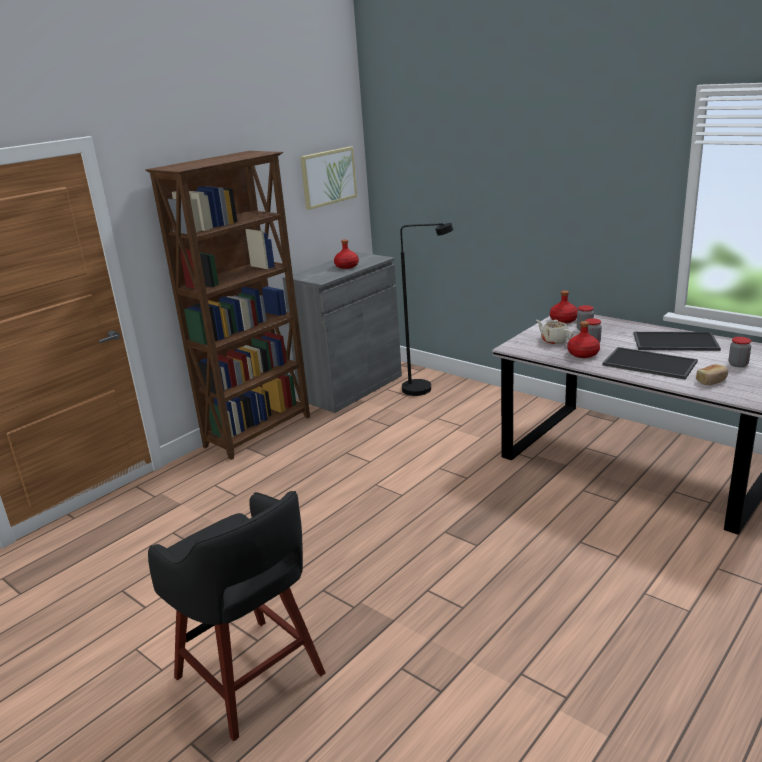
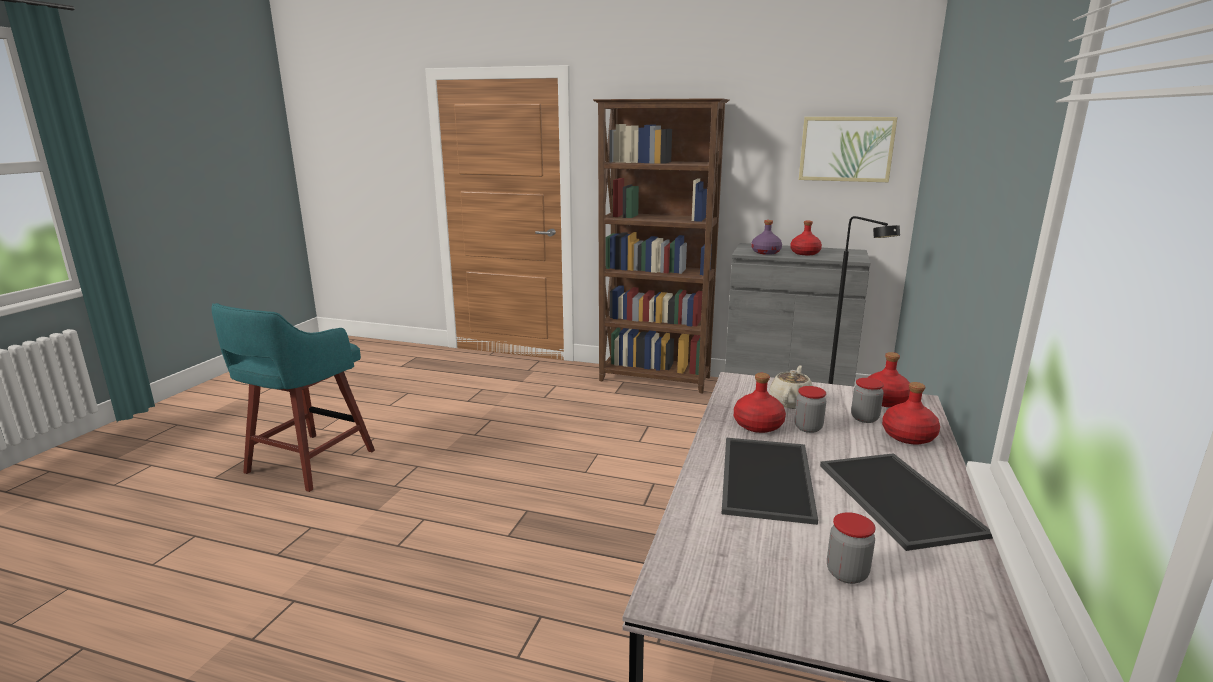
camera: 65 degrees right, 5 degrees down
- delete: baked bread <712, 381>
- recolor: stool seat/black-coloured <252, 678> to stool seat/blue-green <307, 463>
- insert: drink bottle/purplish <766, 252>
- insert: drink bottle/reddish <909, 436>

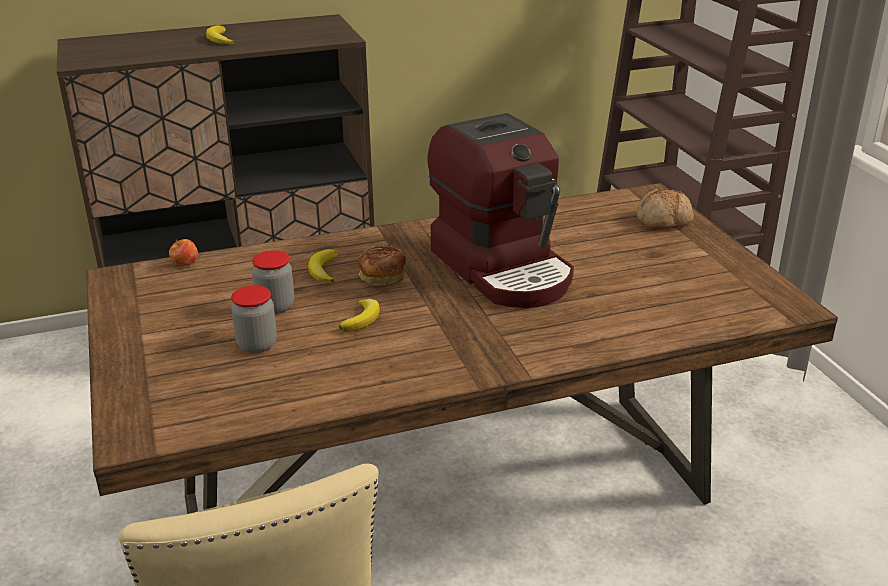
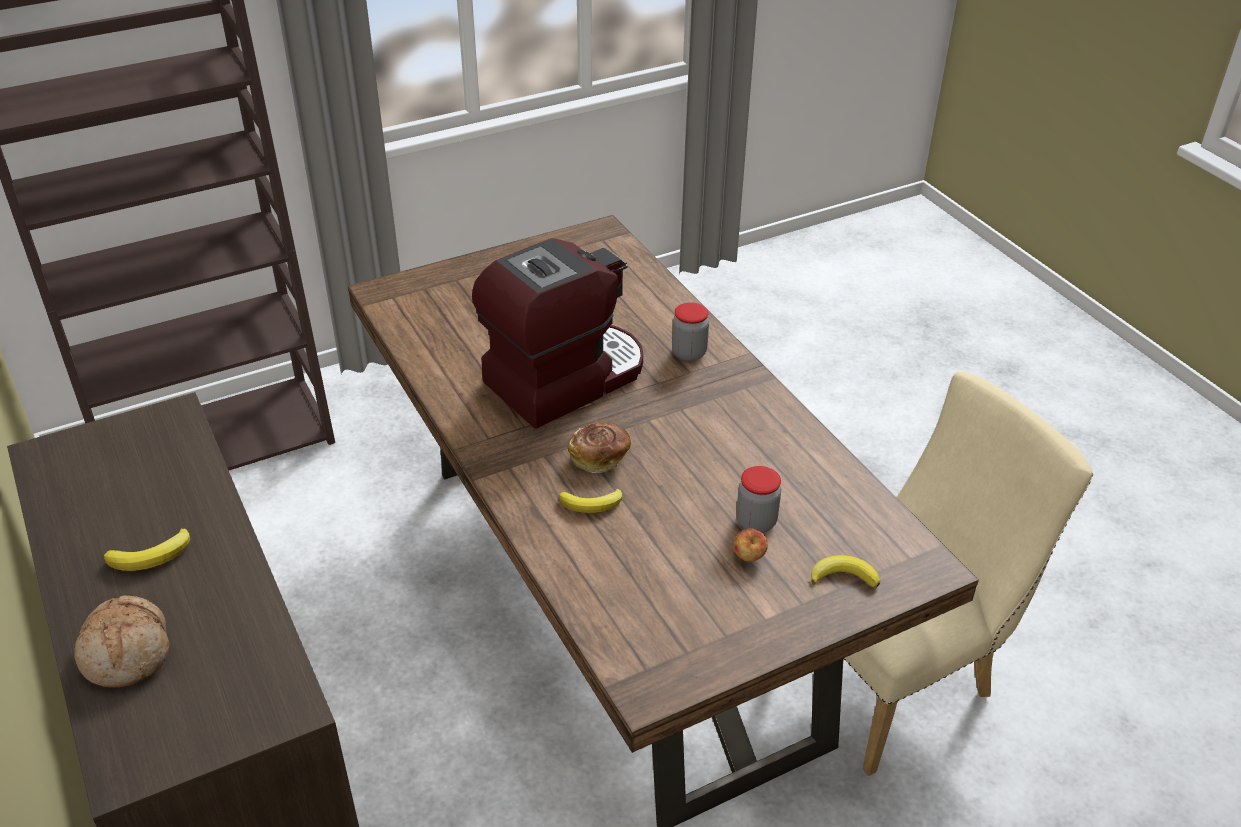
camera: 100 degrees left, 10 degrees up
- move: baked bread <664, 221> to <128, 652>
- move: whole apple <185, 264> to <749, 556>
- move: jar <276, 306> to <689, 353>
- move: banana <362, 318> to <843, 576>

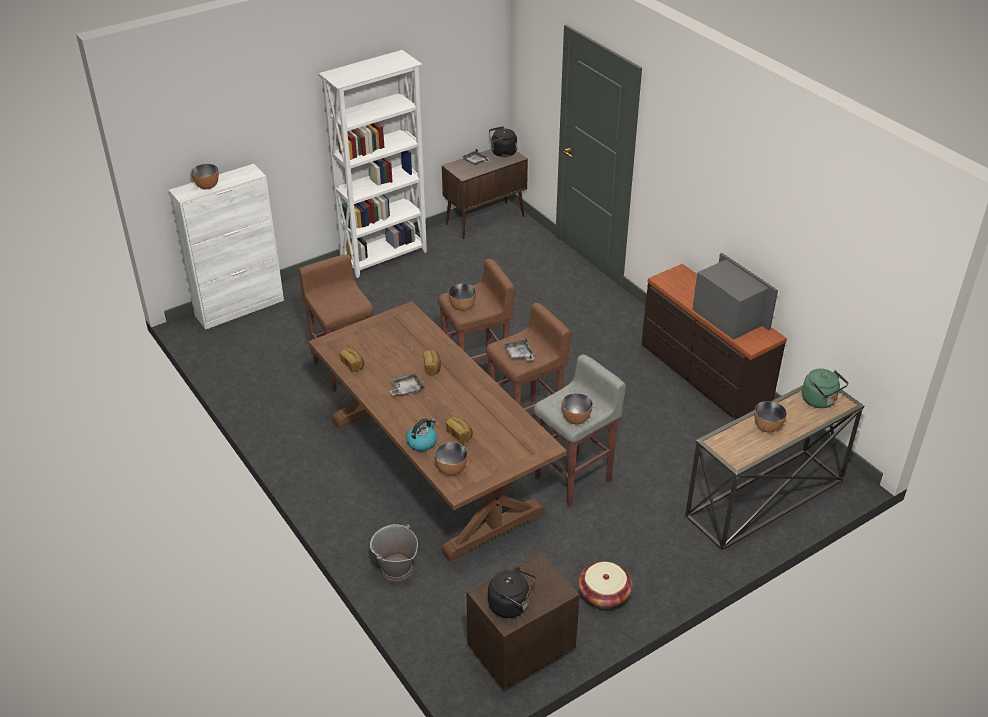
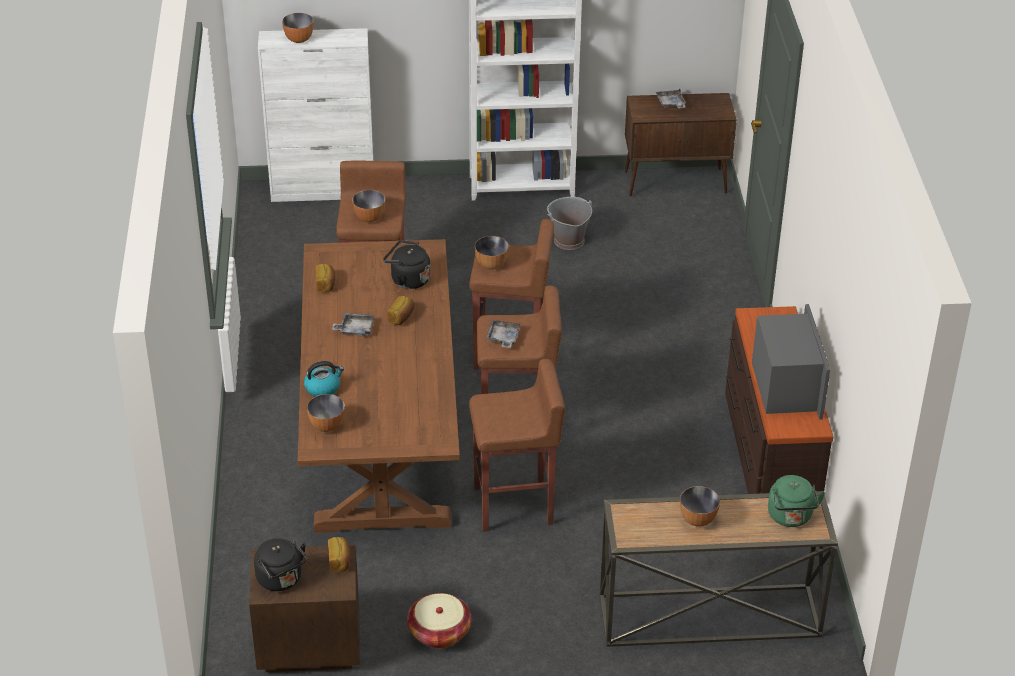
camera: 30 degrees right, 0 degrees up
- move: kettle/black-coloured <502, 153> to <408, 280>
- recolor: stool seat/gray <574, 479> to stool seat/brownish <515, 506>
- move: serving bowl <576, 419> to <369, 218>
- move: baked bread <459, 434> to <340, 561>
- move: bucket/gray <396, 569> to <568, 241>

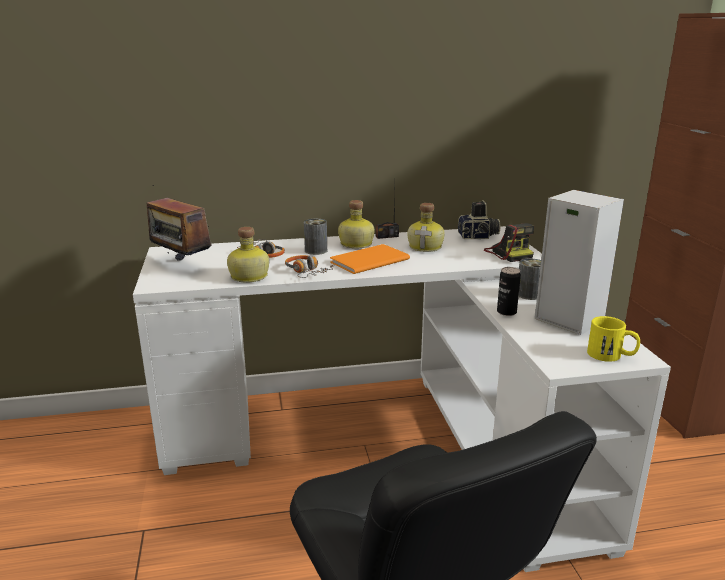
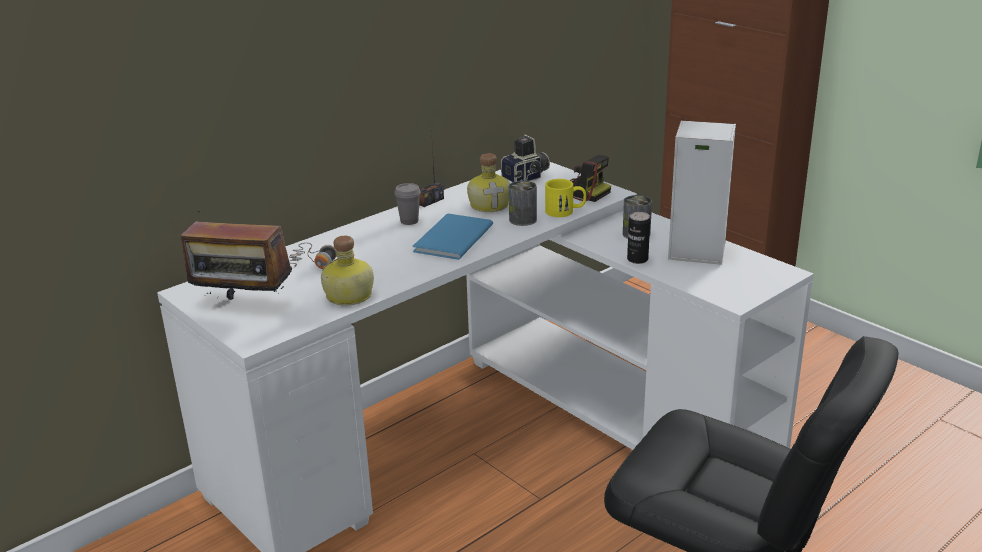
camera: 30 degrees left, 5 degrees up
- replace: drink bottle <355, 244> to cup/gray <409, 221>
- move: can <316, 250> to <523, 220>
- recolor: bound book/orange-coloured <367, 260> to bound book/blue-coloured <450, 239>
- delete: headphones <307, 272>
- move: tea mug/yellow-coloured <611, 355> to <565, 211>

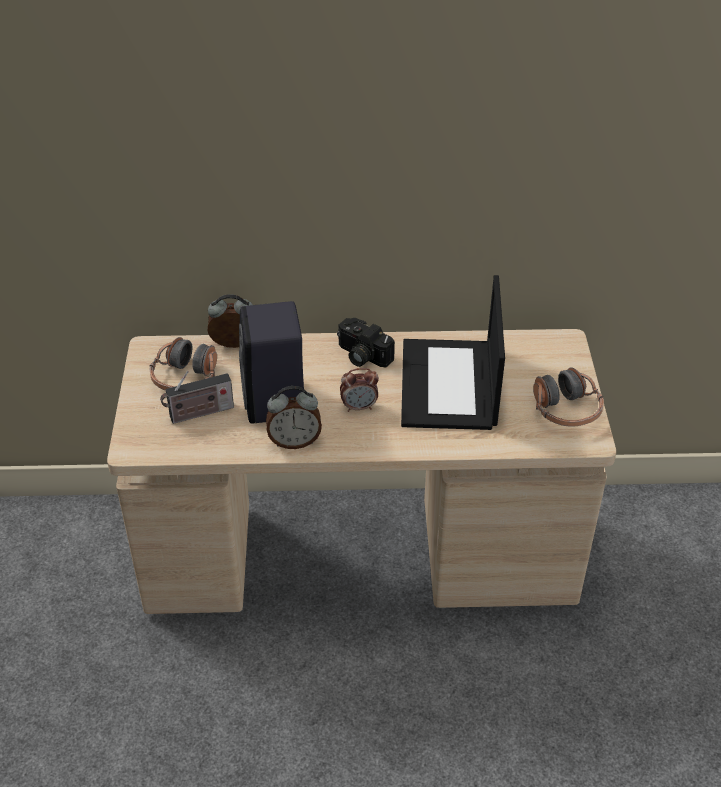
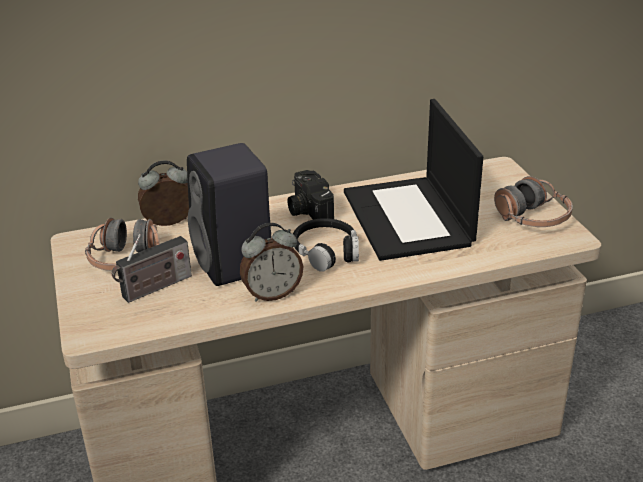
camera: 15 degrees left, 10 degrees down
- rotate: photo camera <361, 356> = <307, 210> 45 degrees clockwise
- replace: alarm clock <359, 407> to headphones/black-coloured <326, 252>

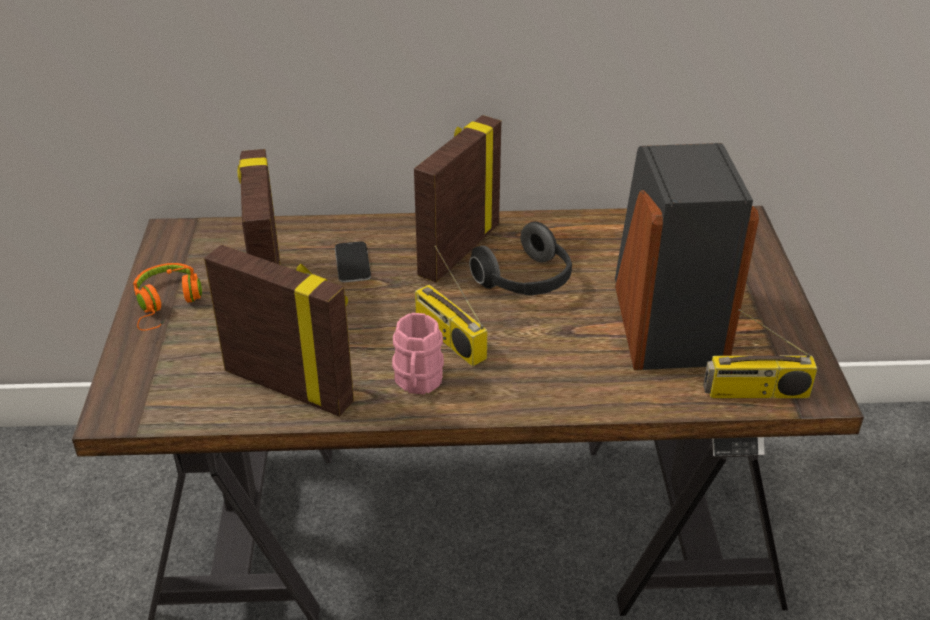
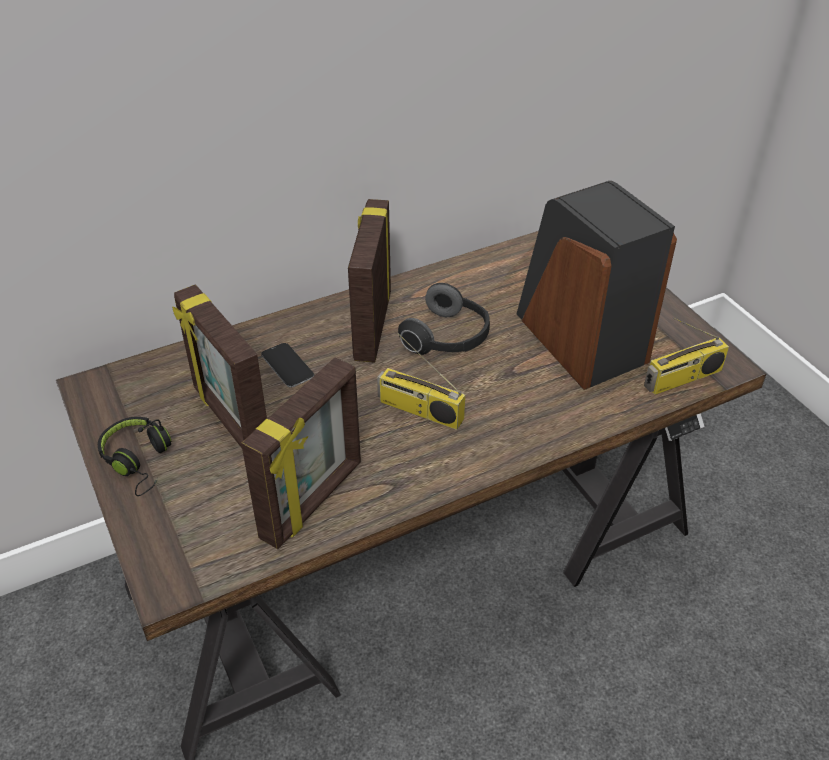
camera: 25 degrees left, 5 degrees up
- rotate: picture frame <290, 386> = <313, 501> 120 degrees clockwise
- recolor: headphones/orange-coloured <167, 304> to headphones/black-coloured <139, 461>
- delete: tea mug/pinkish <417, 382>

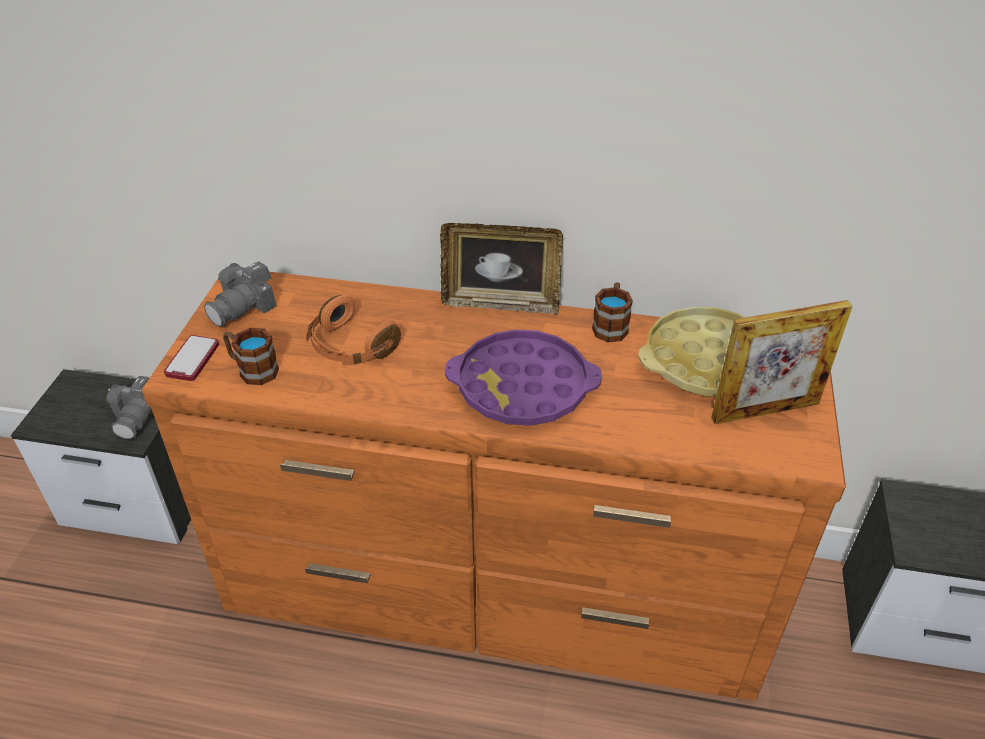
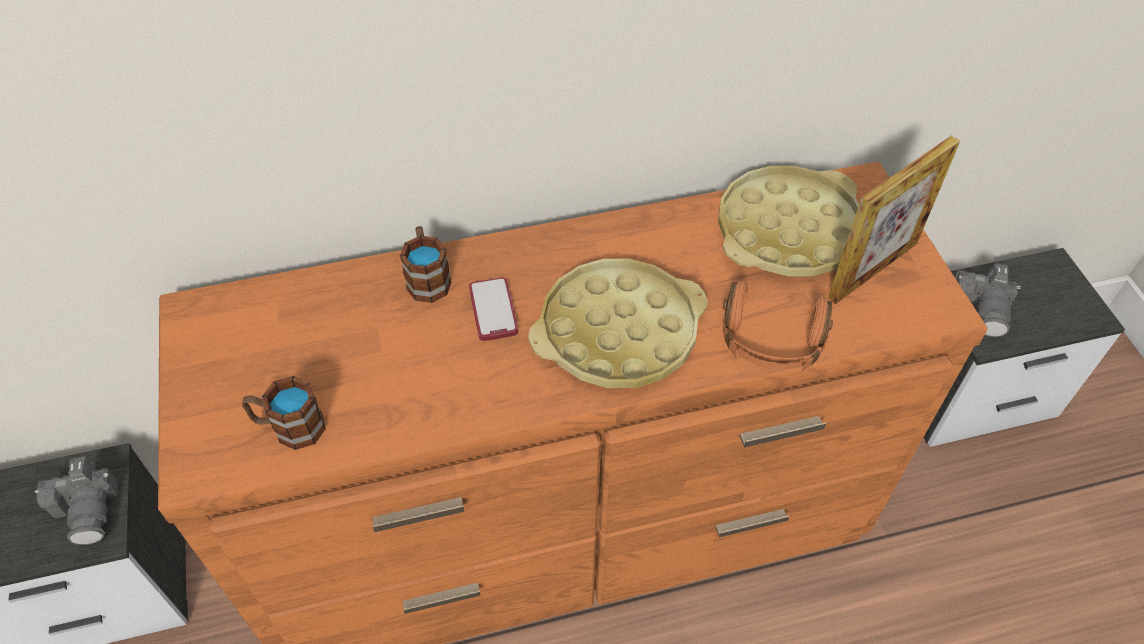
camera: 25 degrees left, 10 degrees up
- delete: picture frame <500, 303>
- move: photo camera <244, 307> to <983, 309>
- move: tea mug <611, 325> to <427, 278>
- move: headphones/orange-coloured <350, 347> to <771, 342>
- recolor: tray/purplish <522, 387> to tray/yellow-coloured <618, 332>
- move: handset <192, 359> to <493, 310>

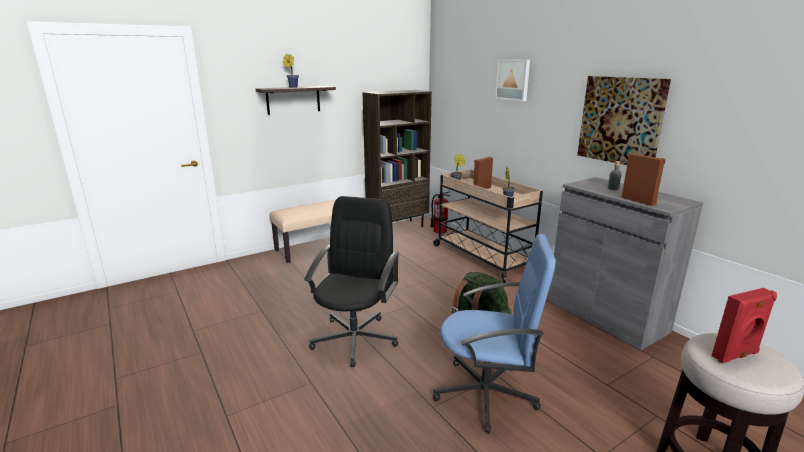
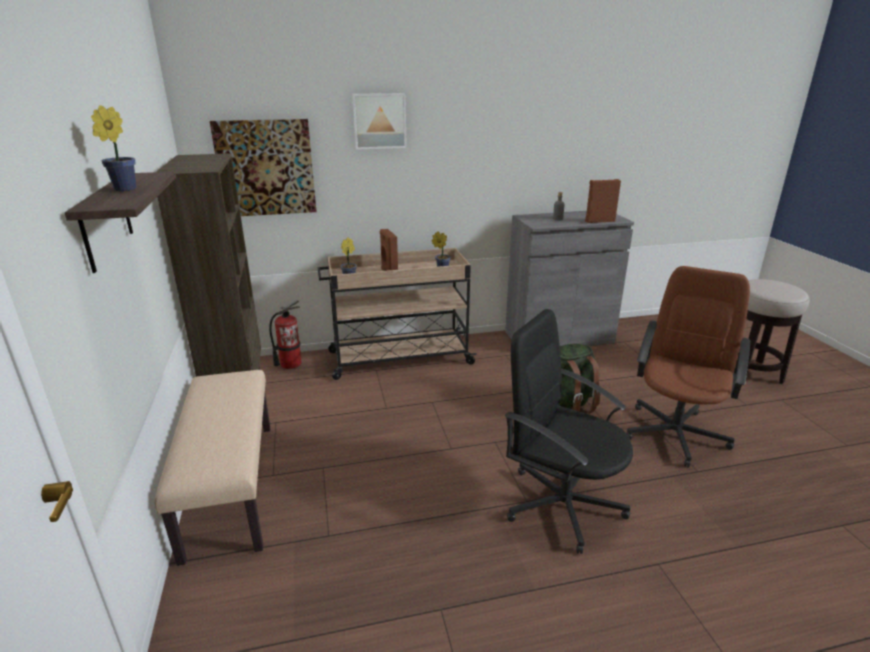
camera: 70 degrees left, 5 degrees up
- move: picture <621, 120> to <266, 168>
- recolor: computer chair/blue-coloured <487, 394> to computer chair/brownish <675, 433>
- delete: speaker/reddish <736, 355>

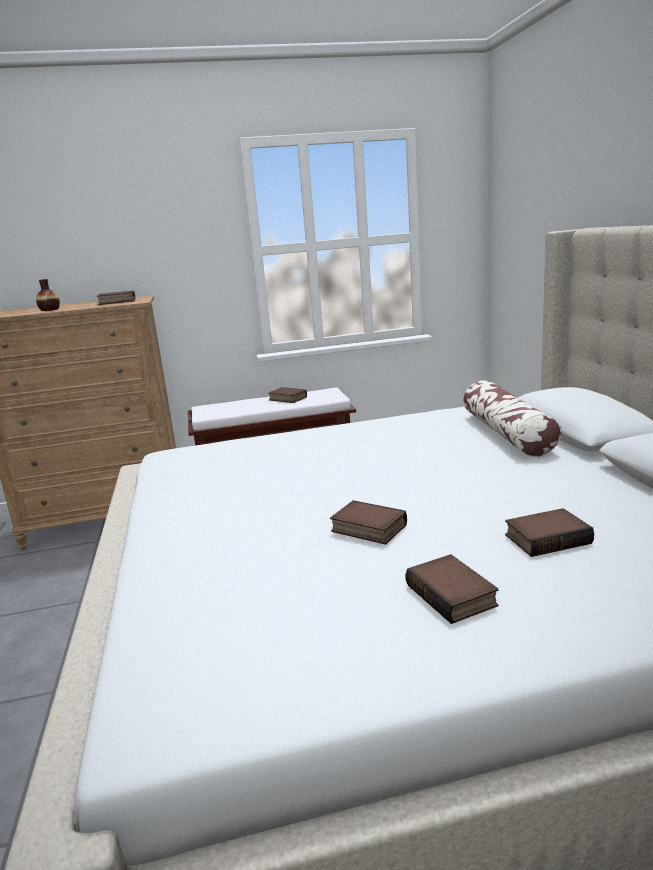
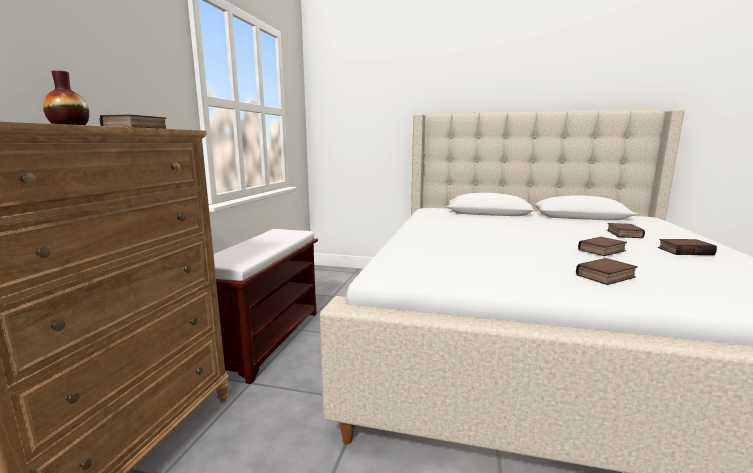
camera: 65 degrees left, 5 degrees down
- delete: throw pillow <507, 434>
- move: bound book <287, 399> to <606, 277>

